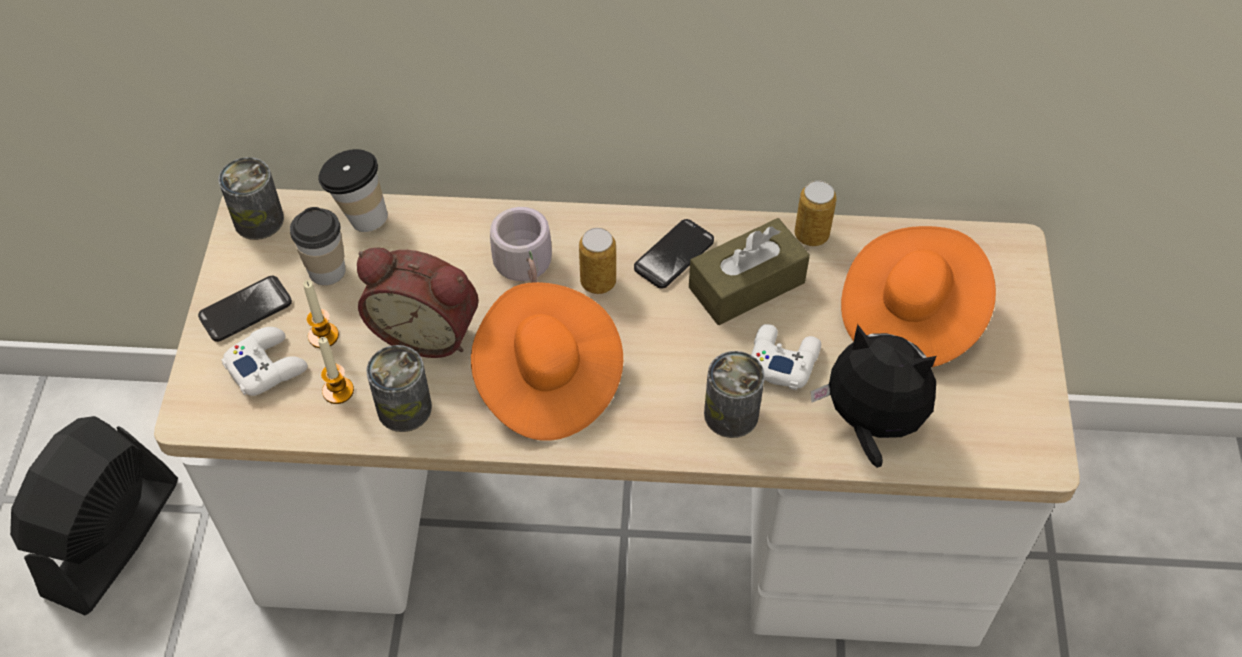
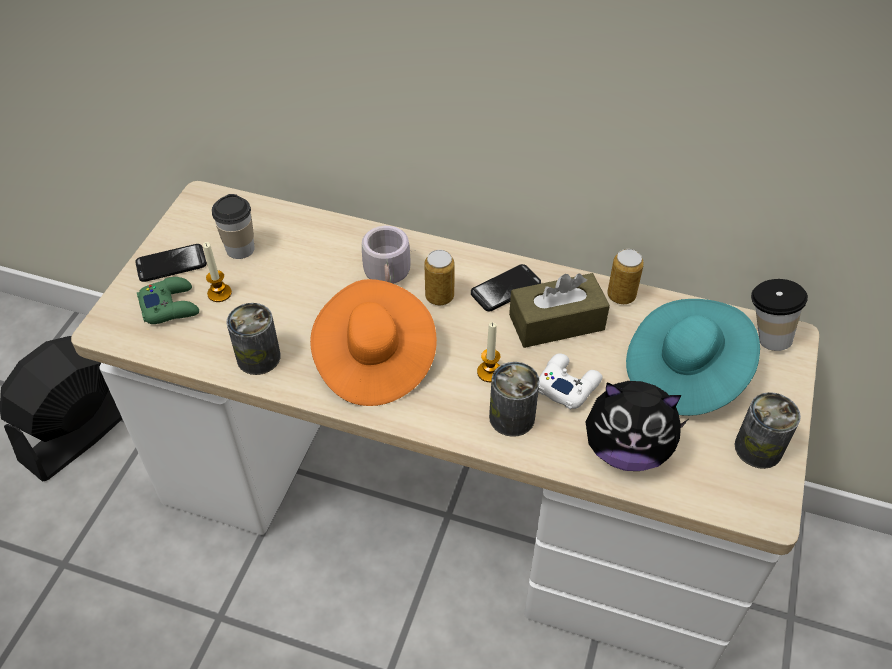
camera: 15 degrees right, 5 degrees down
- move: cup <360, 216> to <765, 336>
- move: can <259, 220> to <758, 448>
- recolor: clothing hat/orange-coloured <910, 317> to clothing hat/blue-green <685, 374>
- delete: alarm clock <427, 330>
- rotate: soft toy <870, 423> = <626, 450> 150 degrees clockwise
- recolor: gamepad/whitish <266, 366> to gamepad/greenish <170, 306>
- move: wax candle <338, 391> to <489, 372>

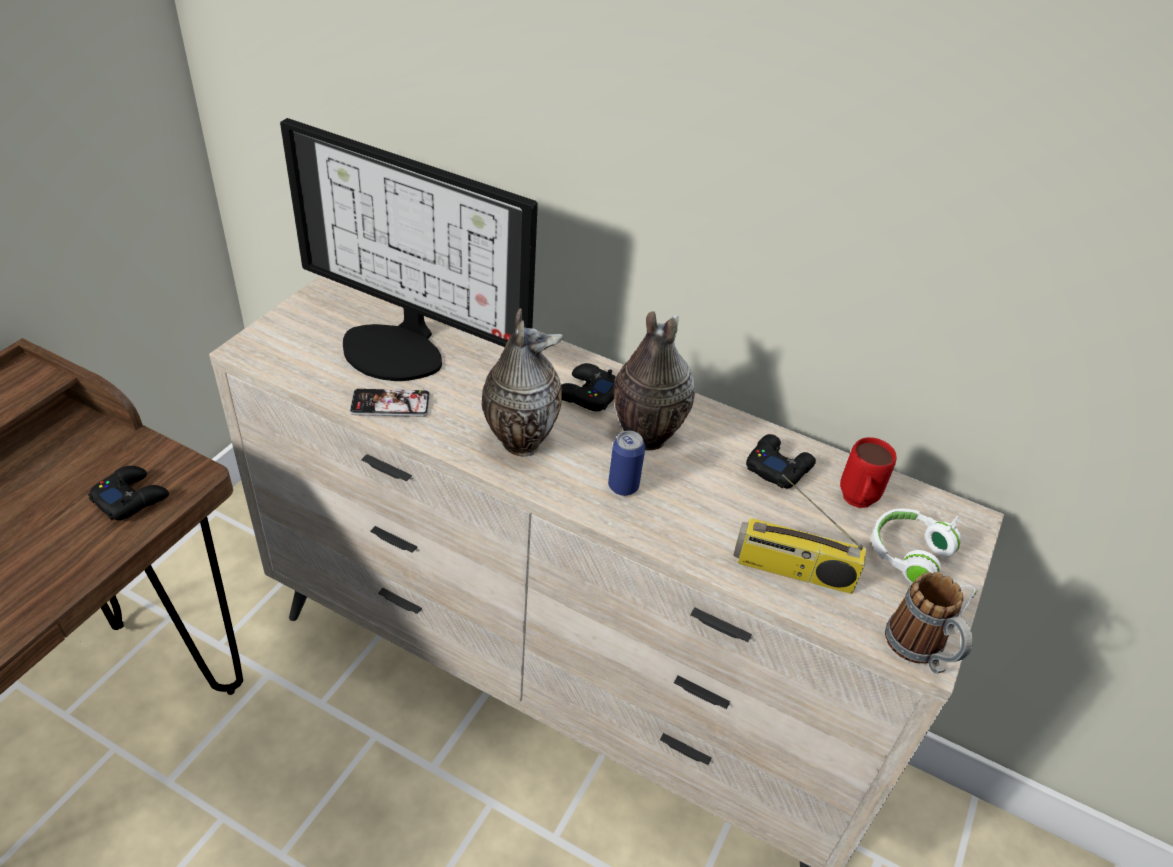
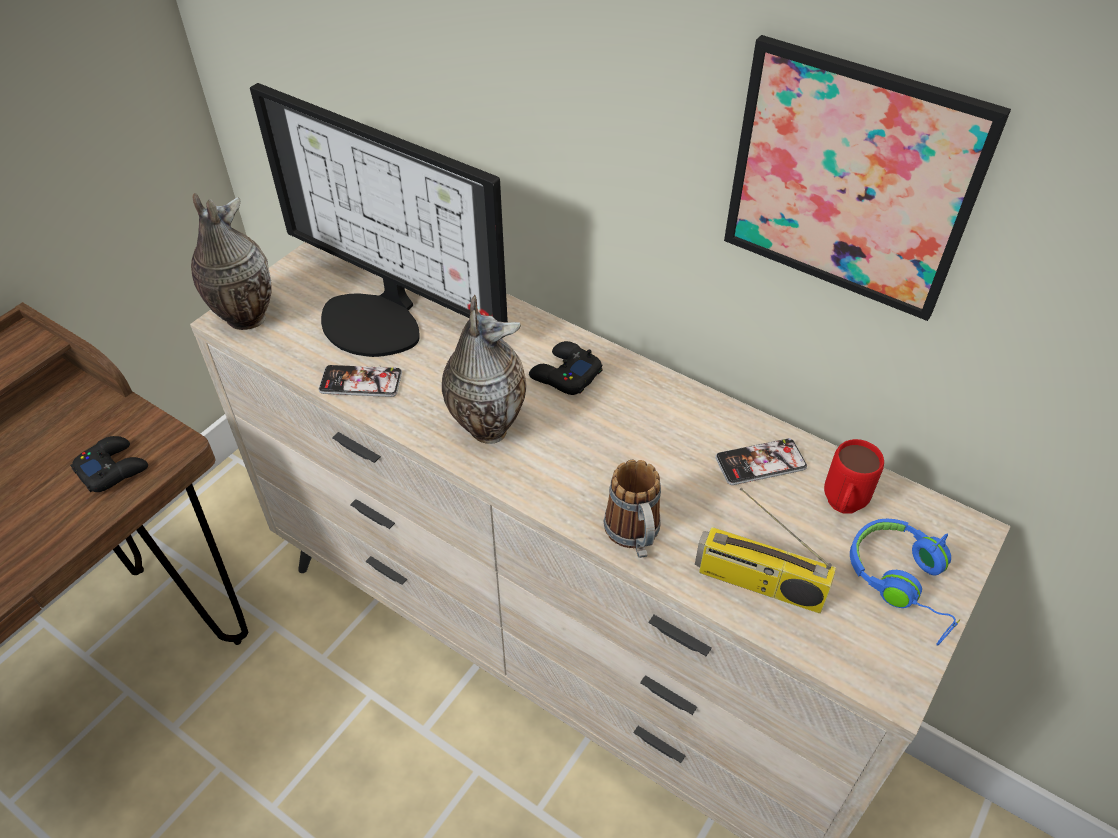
camera: 10 degrees right, 5 degrees up
- move: flower vase <643, 438> to <243, 318>
- delete: can <623, 486>
- replace: gamepad/black-coloured <778, 467> to handset <760, 463>
- recolor: headphones/whitish <921, 565> to headphones/blue-coloured <904, 583>
- move: tea mug <920, 652> to <634, 537>
- insert: picture <850, 181>

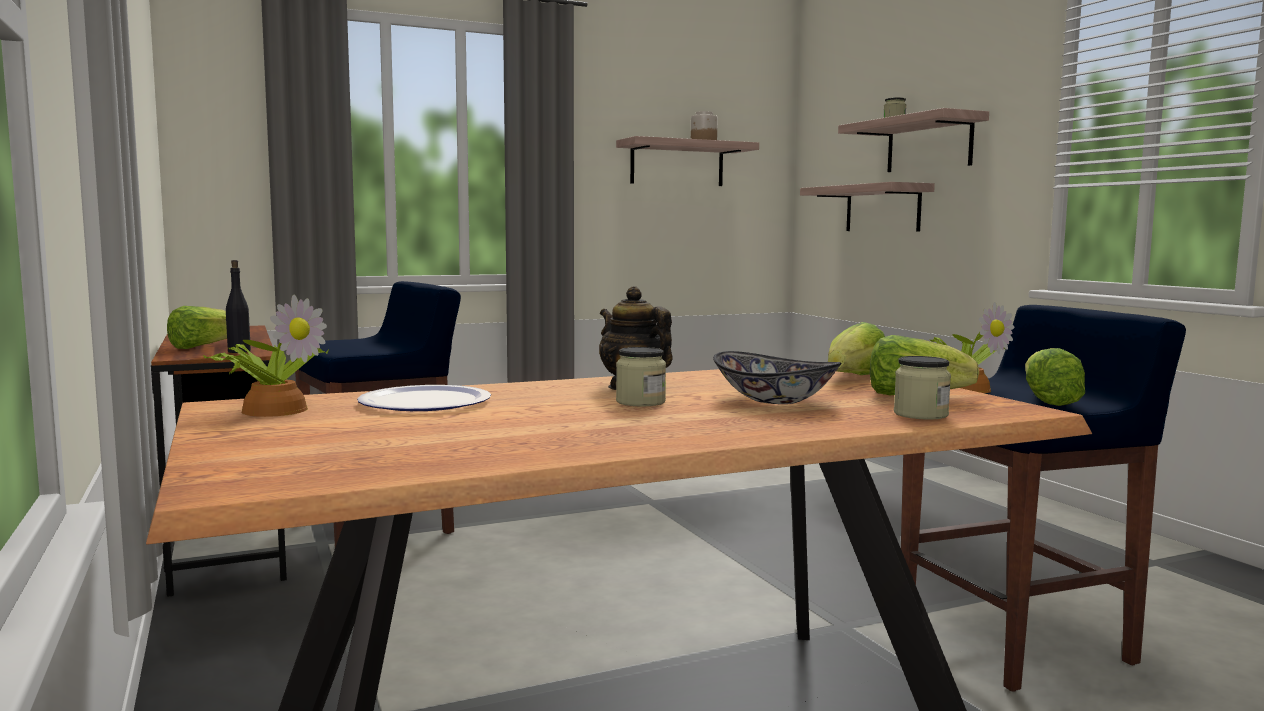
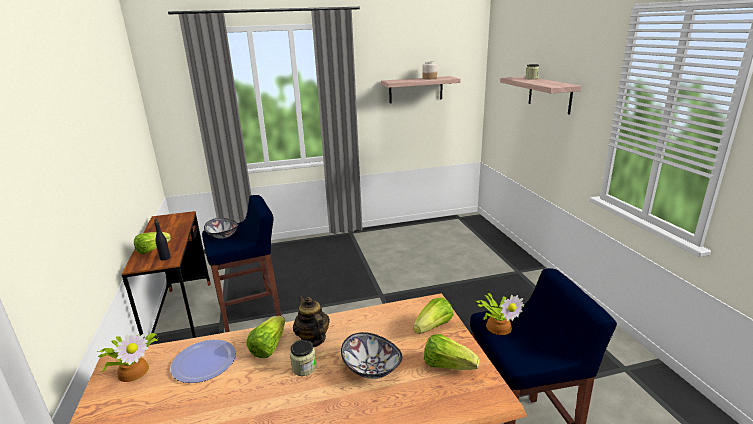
camera: 10 degrees right, 15 degrees up
- delete: shelf <882, 208>
- move: head of lettuce <1047, 401> to <268, 347>
- delete: jar <920, 414>
- insert: serving bowl <222, 236>

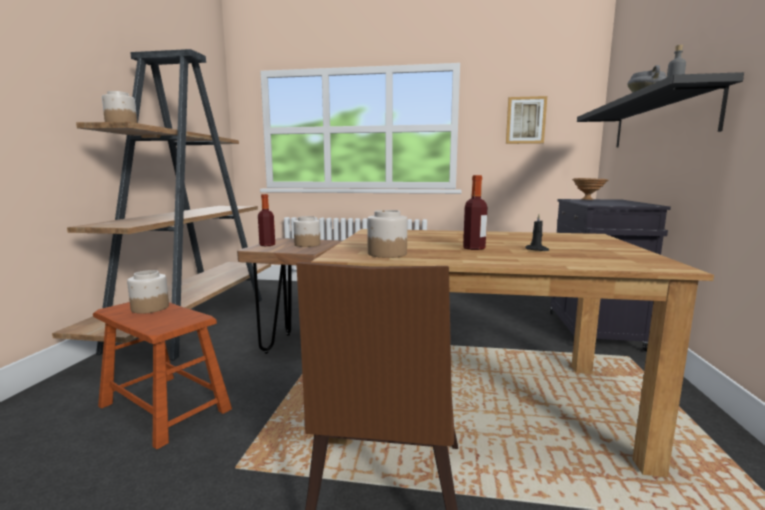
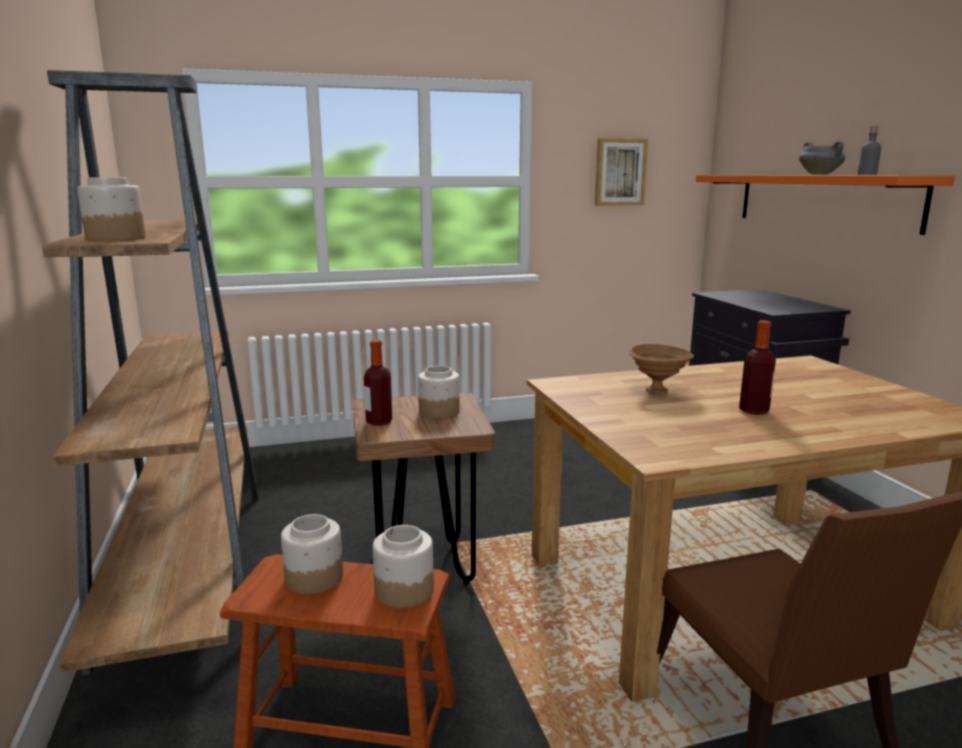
camera: 25 degrees left, 5 degrees up
- recolor: shelf/black-coloured <660, 120> to shelf/orange-coloured <823, 200>
- move: serving bowl/brownish <588, 199> to <657, 390>
- move: jar <387, 254> to <403, 590>
- delete: wax candle/black-coloured <537, 249>

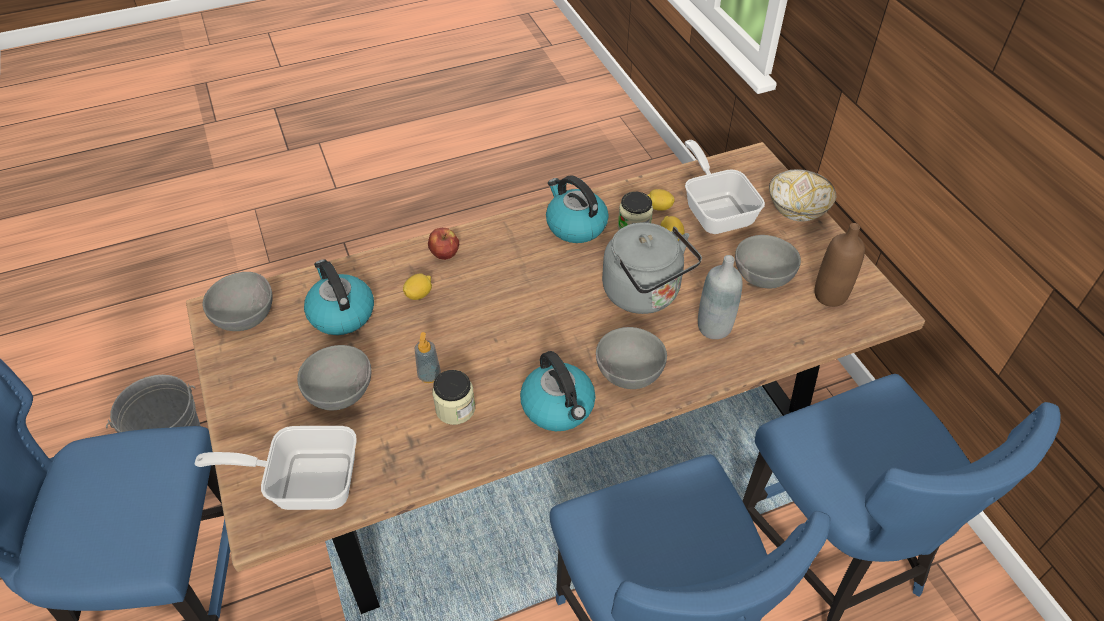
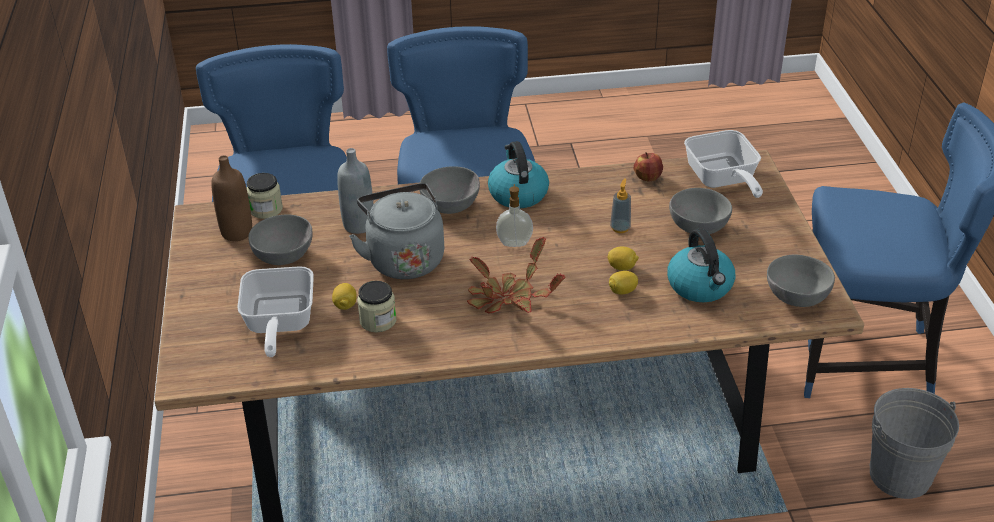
camera: 165 degrees left, 10 degrees down
- delete: serving bowl <796, 212>
- delete: kettle <575, 225>
- move: citrus fruit <659, 207> to <622, 267>
- move: whole apple <444, 253> to <647, 178>
- move: jar <455, 409> to <266, 209>
- rotate: pan <304, 481> = <722, 180> 60 degrees clockwise
- insert: soap bottle <514, 242>
- insert: potted plant <507, 298>

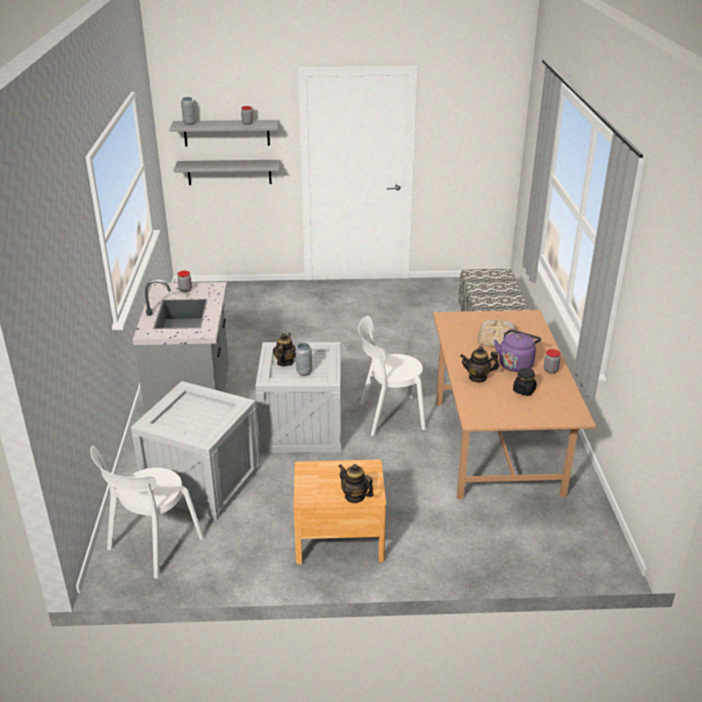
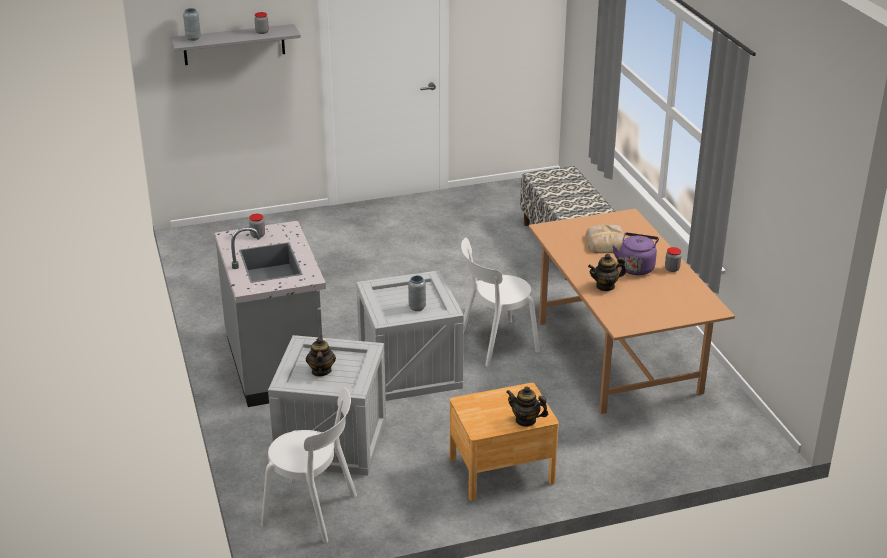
camera: 15 degrees left, 0 degrees up
- delete: shelf/gray <229, 172>
- move: tea pot <285, 362> to <321, 371>
- delete: jar/black-coloured <524, 390>
- rotate: chair/whitish <152, 546> = <314, 511> 90 degrees counterclockwise

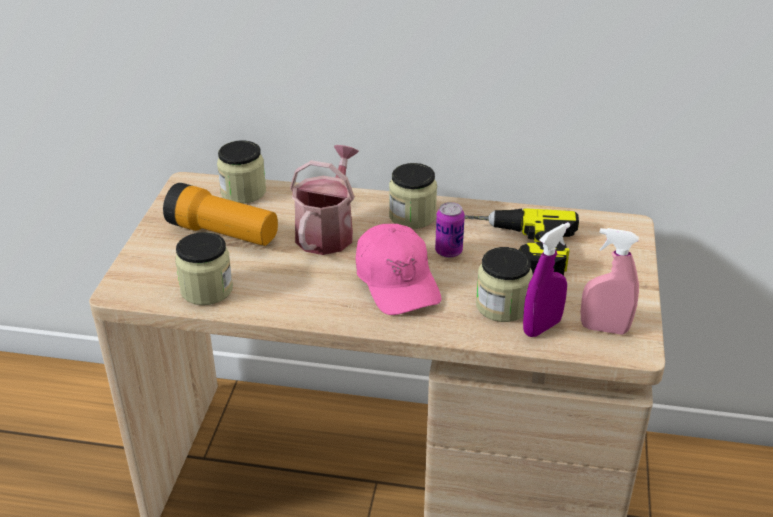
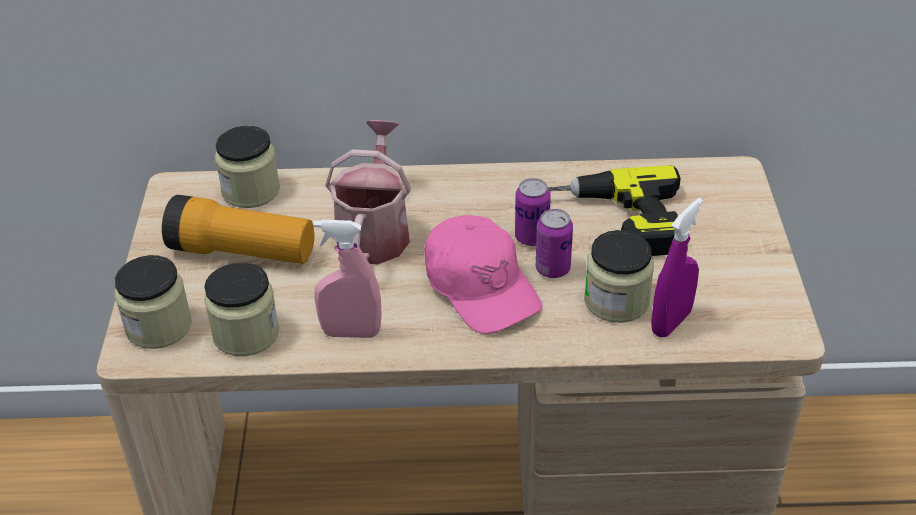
camera: 10 degrees left, 5 degrees up
- move: jar <412, 216> to <158, 326>
- move: sprayer/pinkish <604, 328> to <351, 332>
- insert: can <553, 269>

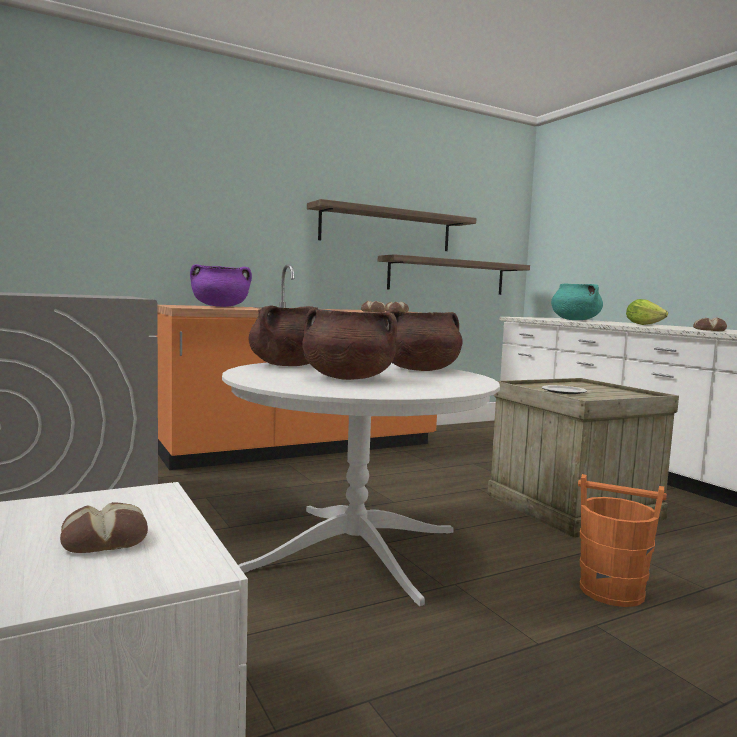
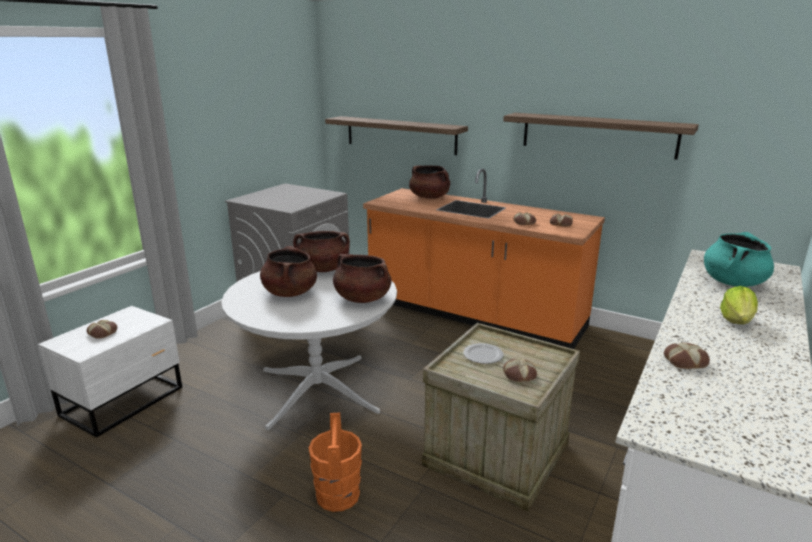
camera: 60 degrees right, 15 degrees up
- move: shelf <447, 276> to <400, 135>
- recolor: stockpot/purplish <220, 306> to stockpot/brownish <429, 197>
- insert: baked bread <519, 375>

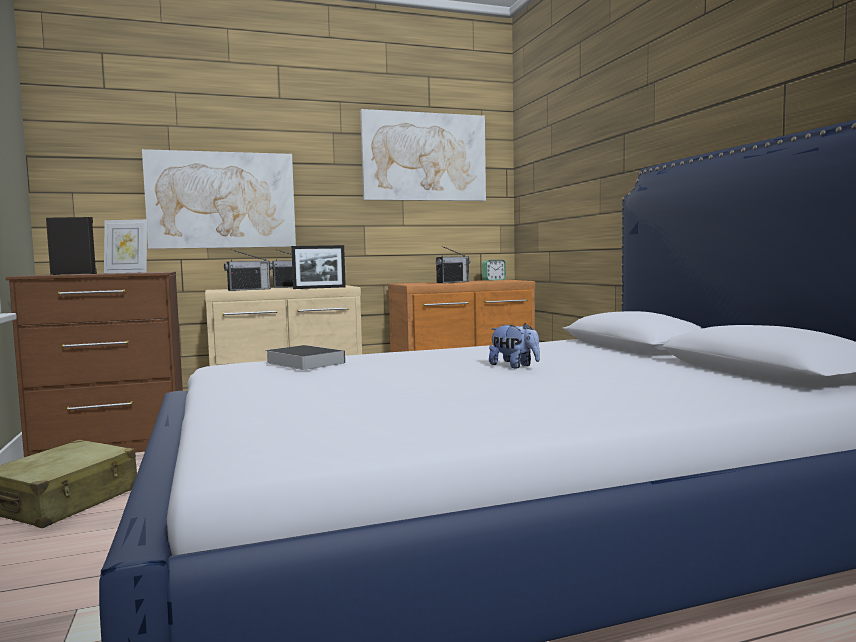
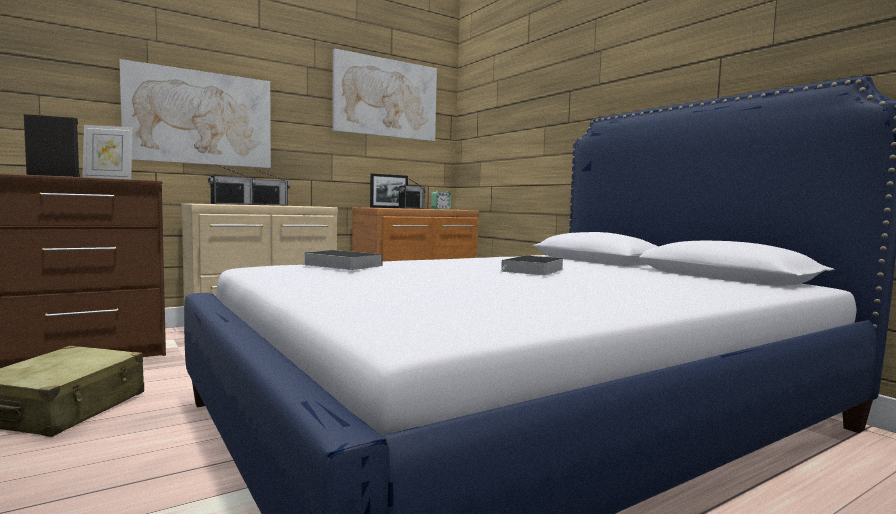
camera: 15 degrees left, 0 degrees up
- move: picture frame <319, 288> to <389, 208>
- replace: soft toy <514, 366> to bound book <533, 270>

